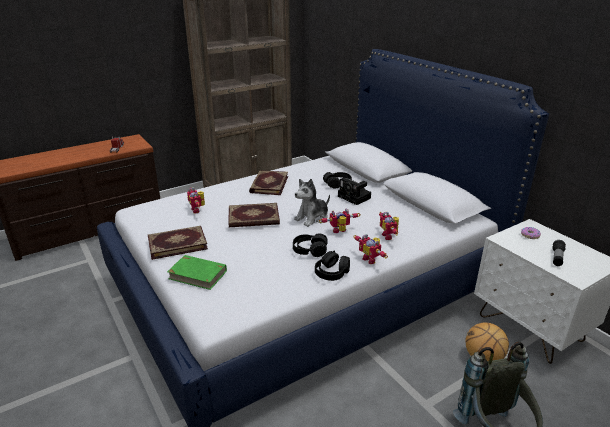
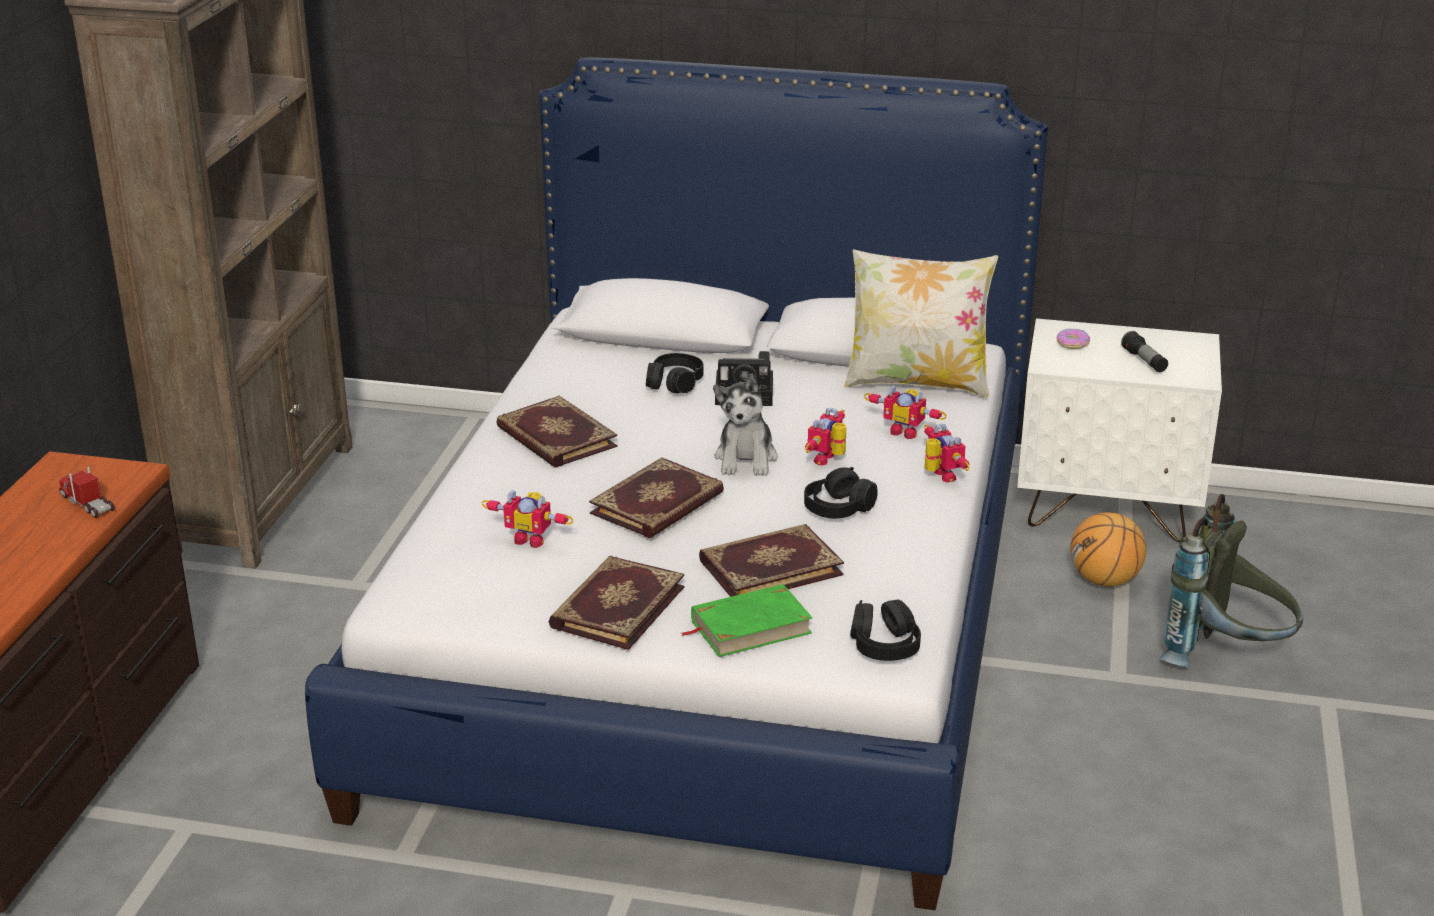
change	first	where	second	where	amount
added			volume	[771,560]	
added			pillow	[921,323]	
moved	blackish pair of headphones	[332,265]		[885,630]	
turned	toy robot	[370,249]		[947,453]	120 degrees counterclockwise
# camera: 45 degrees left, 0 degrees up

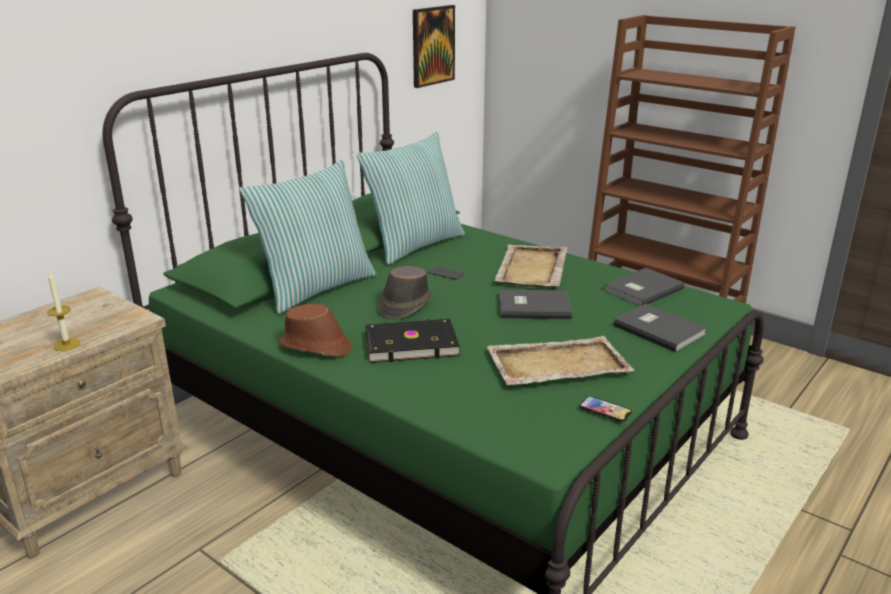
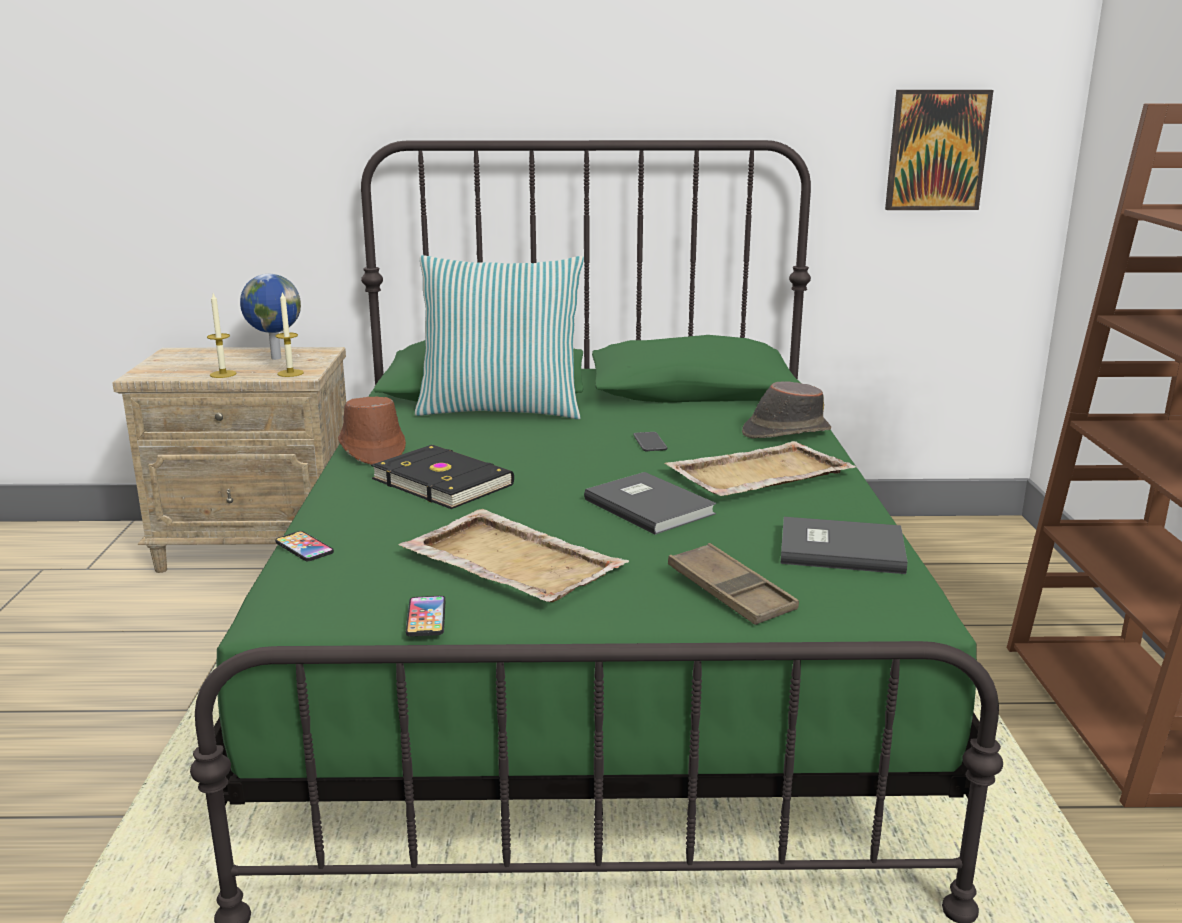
change	first	where	second	where	amount
added			globe	[270,317]	
added			wax light	[289,334]	
added			telephone	[304,546]	
replaced	greyish volume	[661,328]	brown-coloured tray	[733,584]	
moved	brown-coloured clothing hat	[405,292]		[786,409]	
removed	pillow	[410,198]			
# camera: 50 degrees right, 5 degrees down

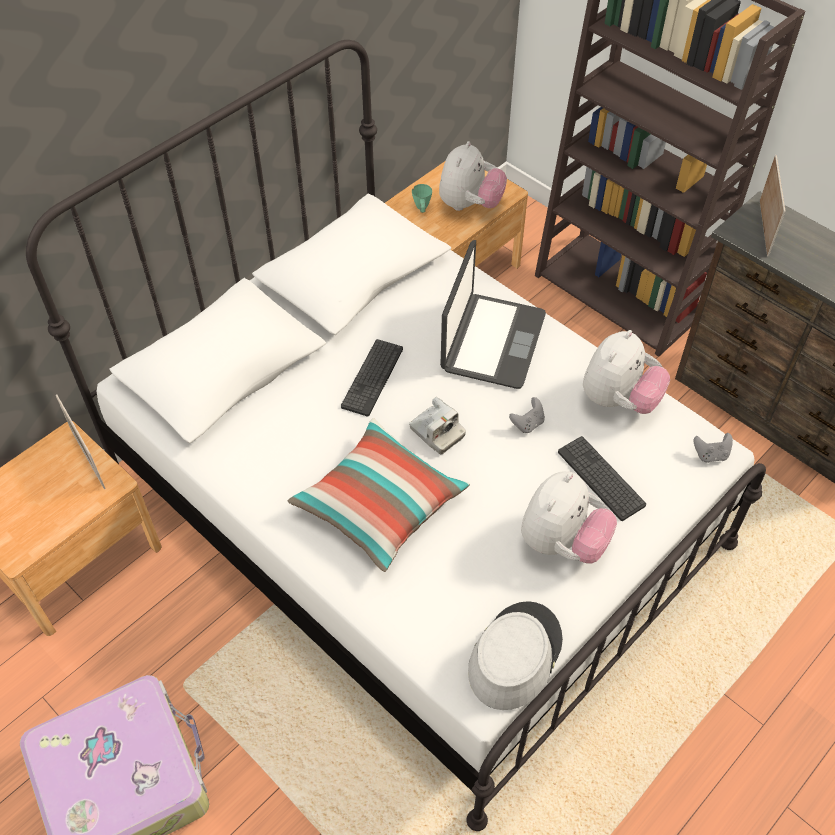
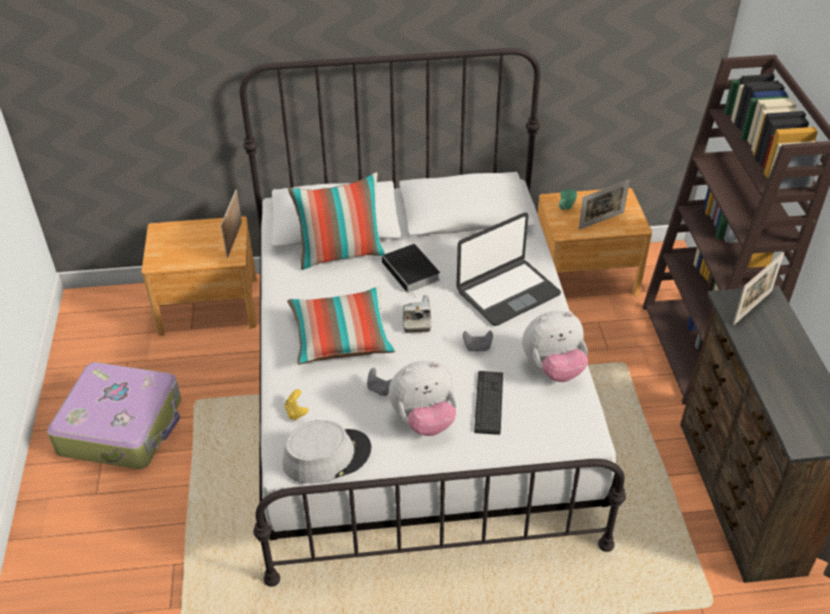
change	first	where	second	where	amount
added			yellow-coloured joypad	[297,405]	
added			pillow	[337,221]	
moved	greyish joypad	[713,448]		[379,382]	
replaced	keyboard	[372,378]	volume	[411,271]	
replaced	cuddly toy	[473,176]	picture frame	[604,205]	
# camera: 40 degrees right, 10 degrees down

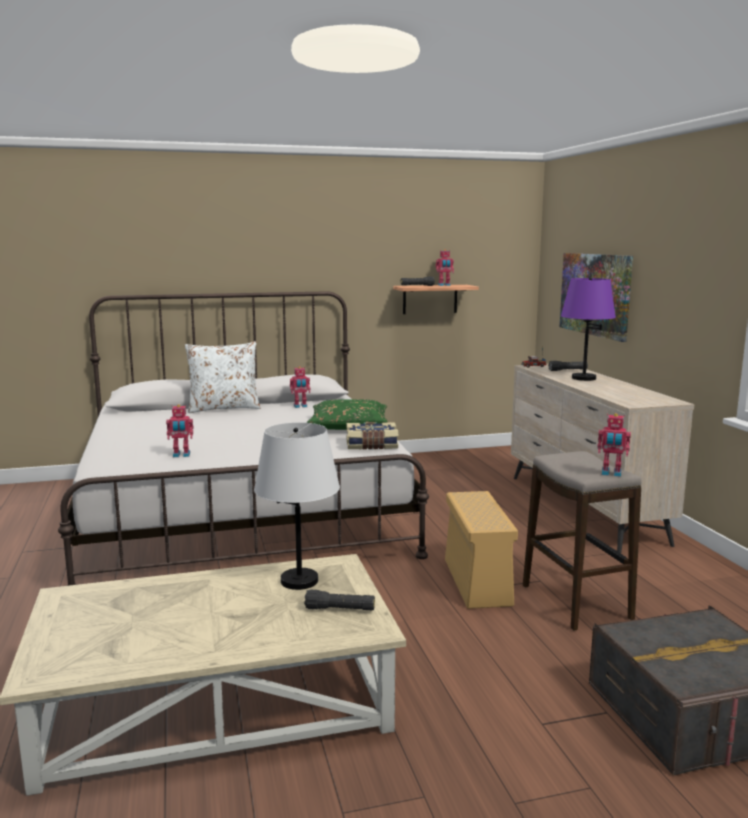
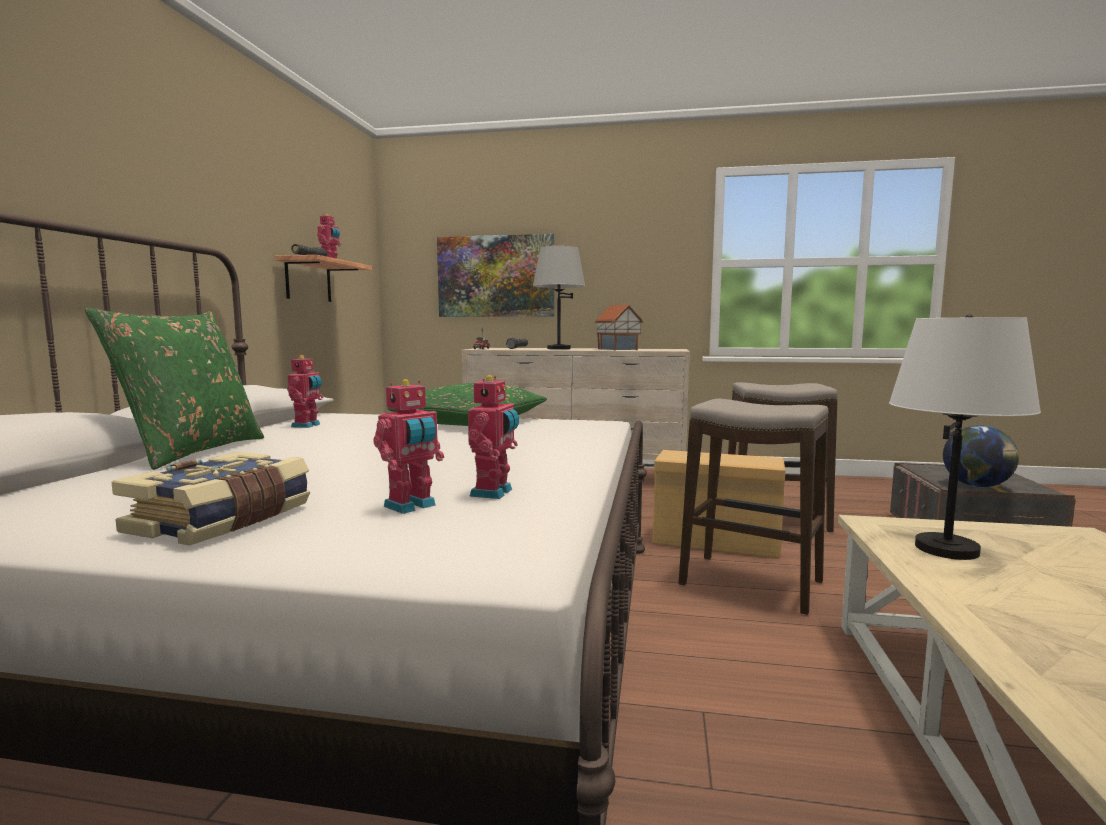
change	first	where	second	where	amount
recoloured	white pillow	[223,377]	greenish pillow	[174,389]	
moved	volume	[372,436]		[210,499]	
moved	toy robot	[614,445]		[408,446]	
recoloured	purple table lamp	[588,329]	greyish table lamp	[559,297]	
added			model house	[619,327]	
added			stool	[753,506]	
added			globe	[981,456]	
removed	blackish hand torch	[339,599]			
# camera: 65 degrees left, 5 degrees down

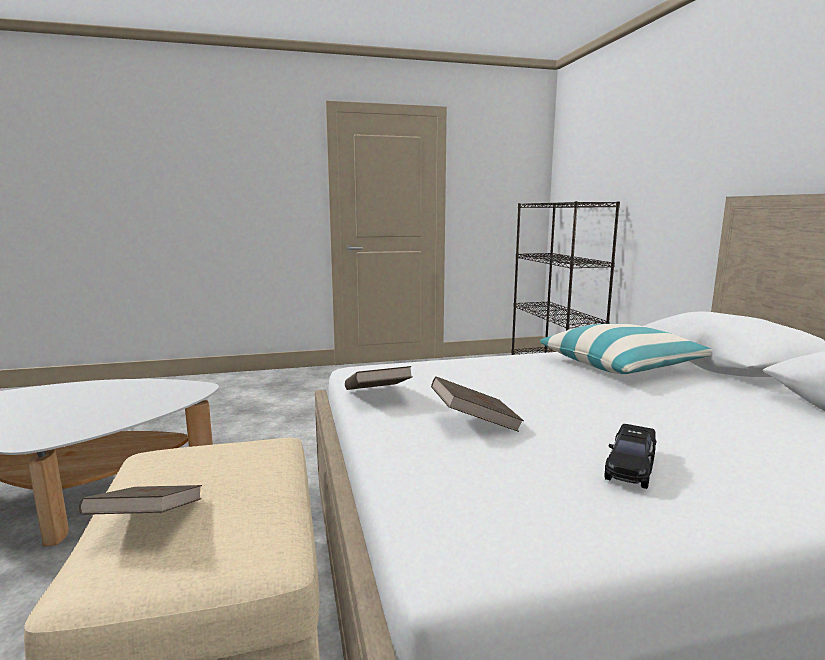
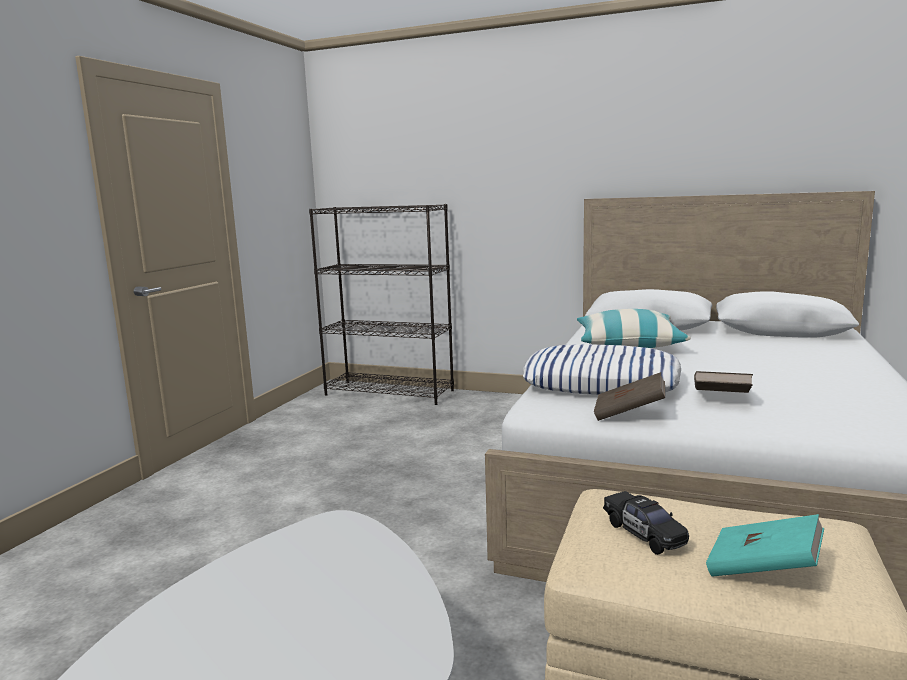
change	first	where	second	where	amount
added			pillow	[602,369]	
moved	blackish model car	[630,456]		[646,523]	
recoloured	brown-coloured volume	[140,500]	turquoise volume	[765,545]	
# camera: 55 degrees left, 0 degrees up

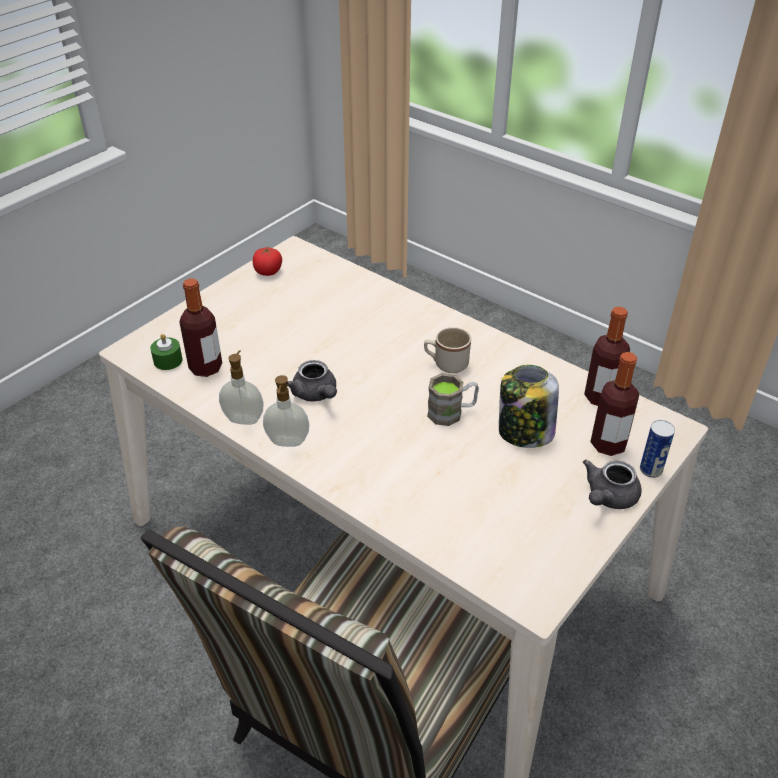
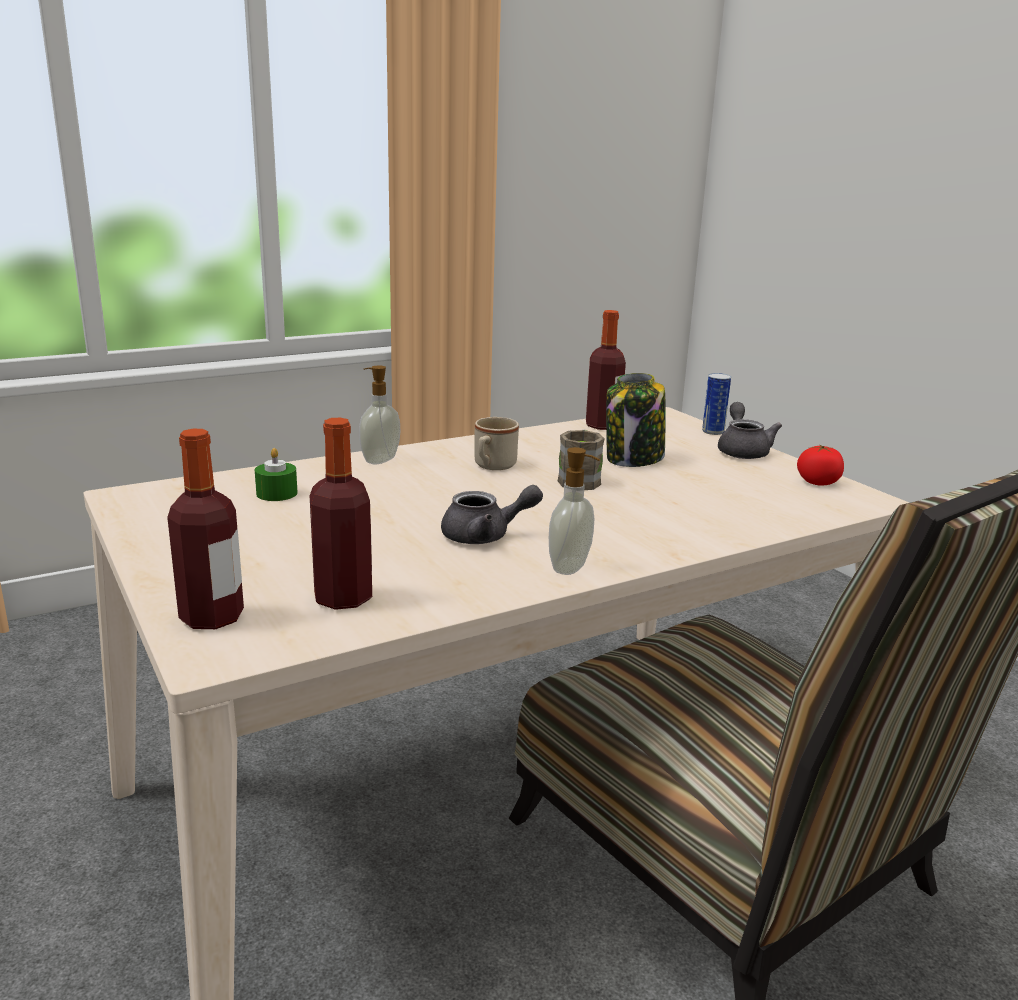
change	first	where	second	where	amount
moved	beverage bottle	[614,404]		[205,529]	
moved	greenish wax light	[166,352]		[276,474]	
moved	soap bottle	[241,387]		[379,415]	
turned	greyish tea pot	[612,484]		[750,430]	150 degrees counterclockwise
moved	fresh tomato	[267,261]		[820,465]	
# camera: 70 degrees left, 20 degrees down

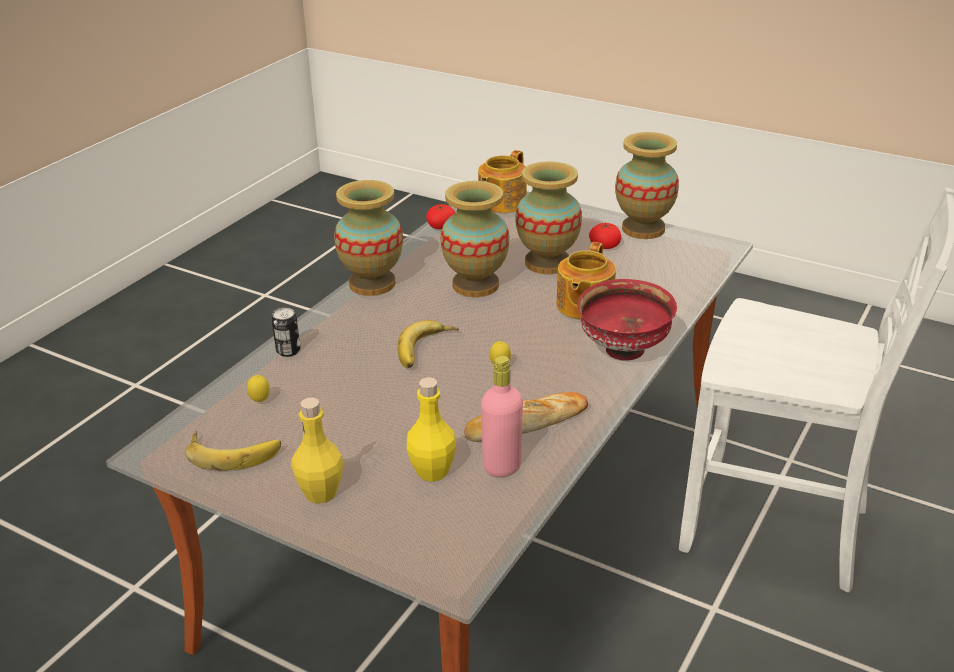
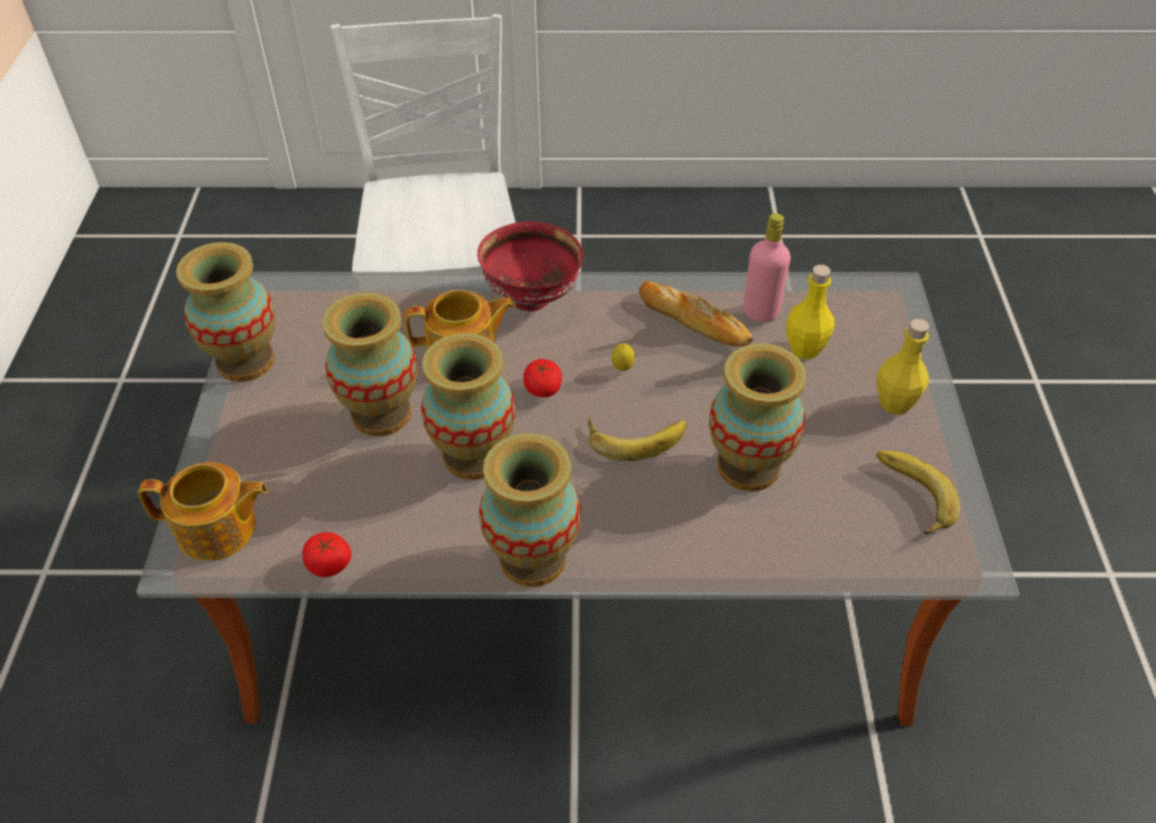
change	first	where	second	where	amount
moved	fresh tomato	[605,235]		[542,378]	
added			flower vase	[757,417]	
removed	lemon	[258,388]			
removed	sealed can	[286,332]			
# camera: 120 degrees left, 15 degrees up

